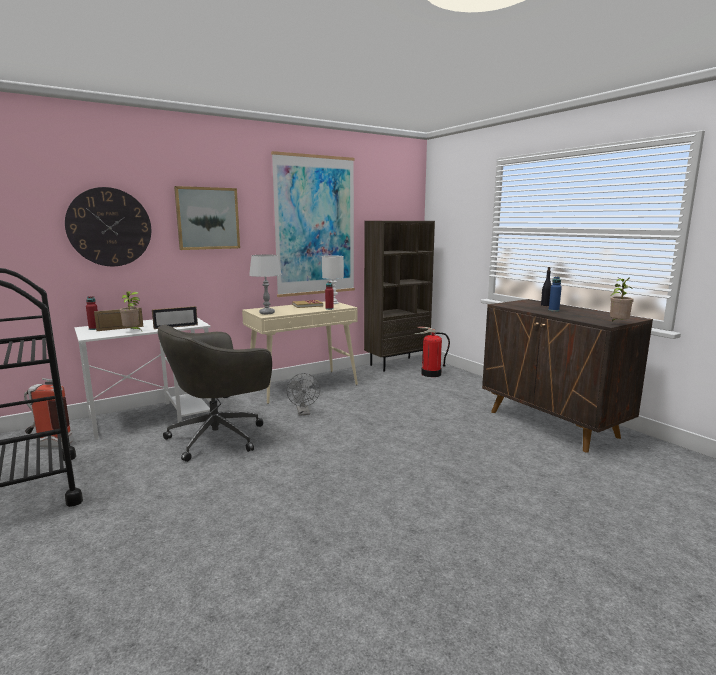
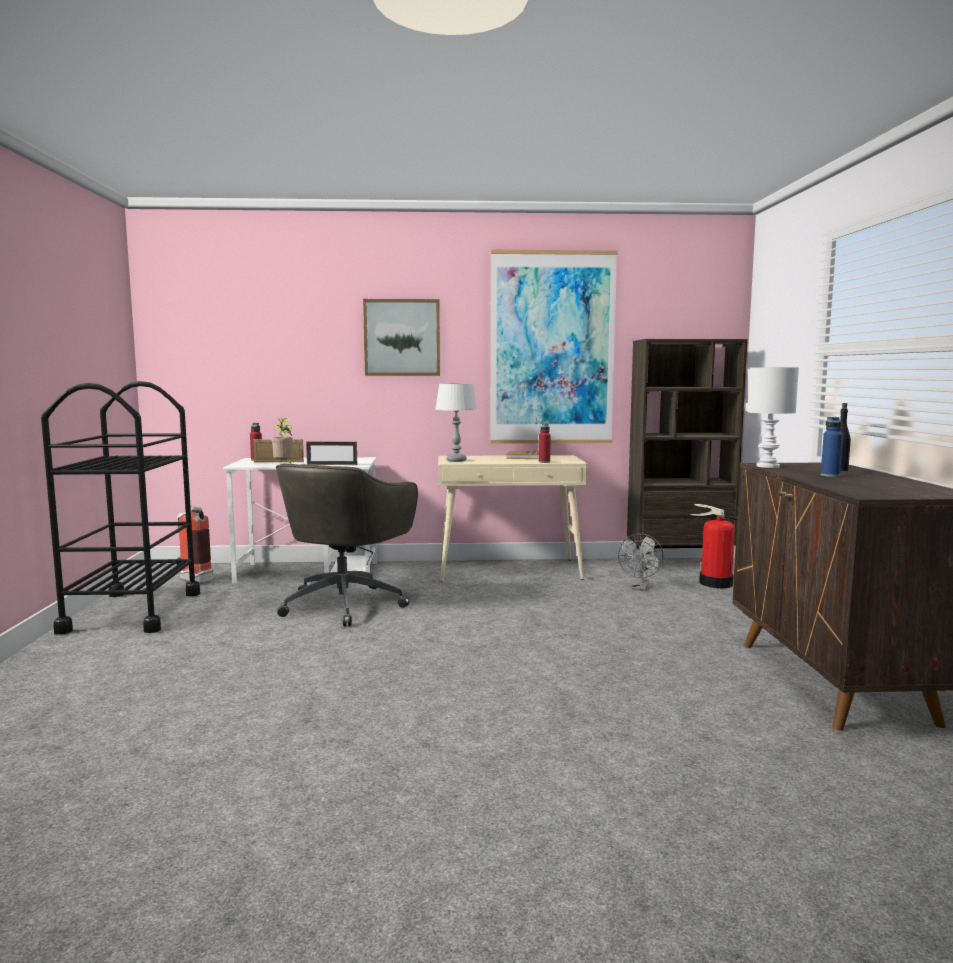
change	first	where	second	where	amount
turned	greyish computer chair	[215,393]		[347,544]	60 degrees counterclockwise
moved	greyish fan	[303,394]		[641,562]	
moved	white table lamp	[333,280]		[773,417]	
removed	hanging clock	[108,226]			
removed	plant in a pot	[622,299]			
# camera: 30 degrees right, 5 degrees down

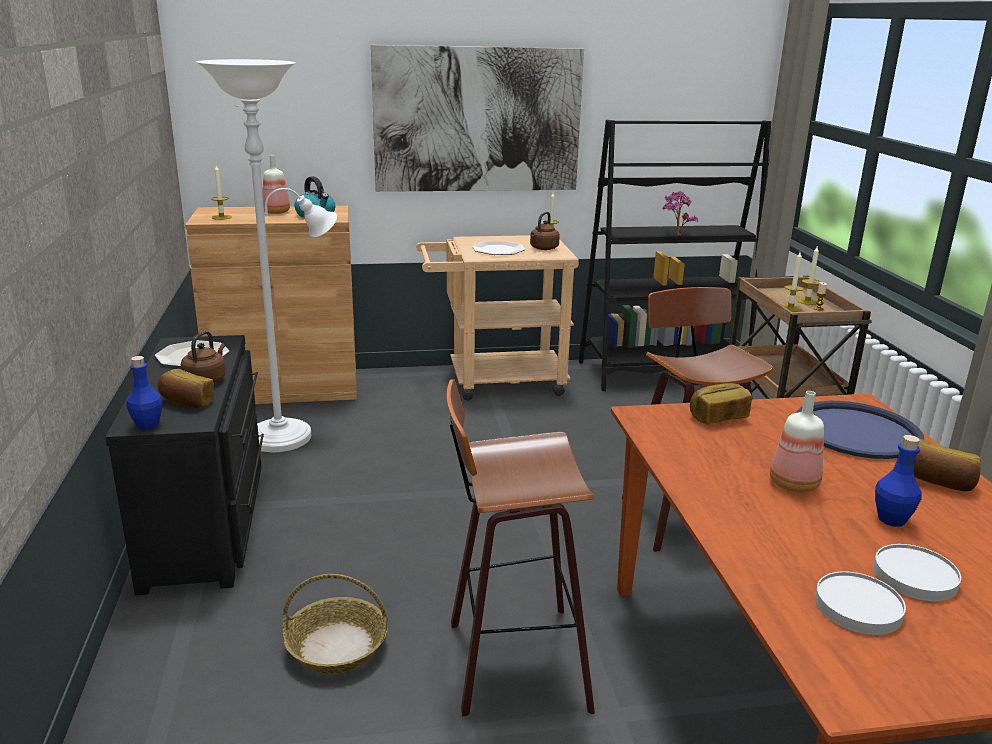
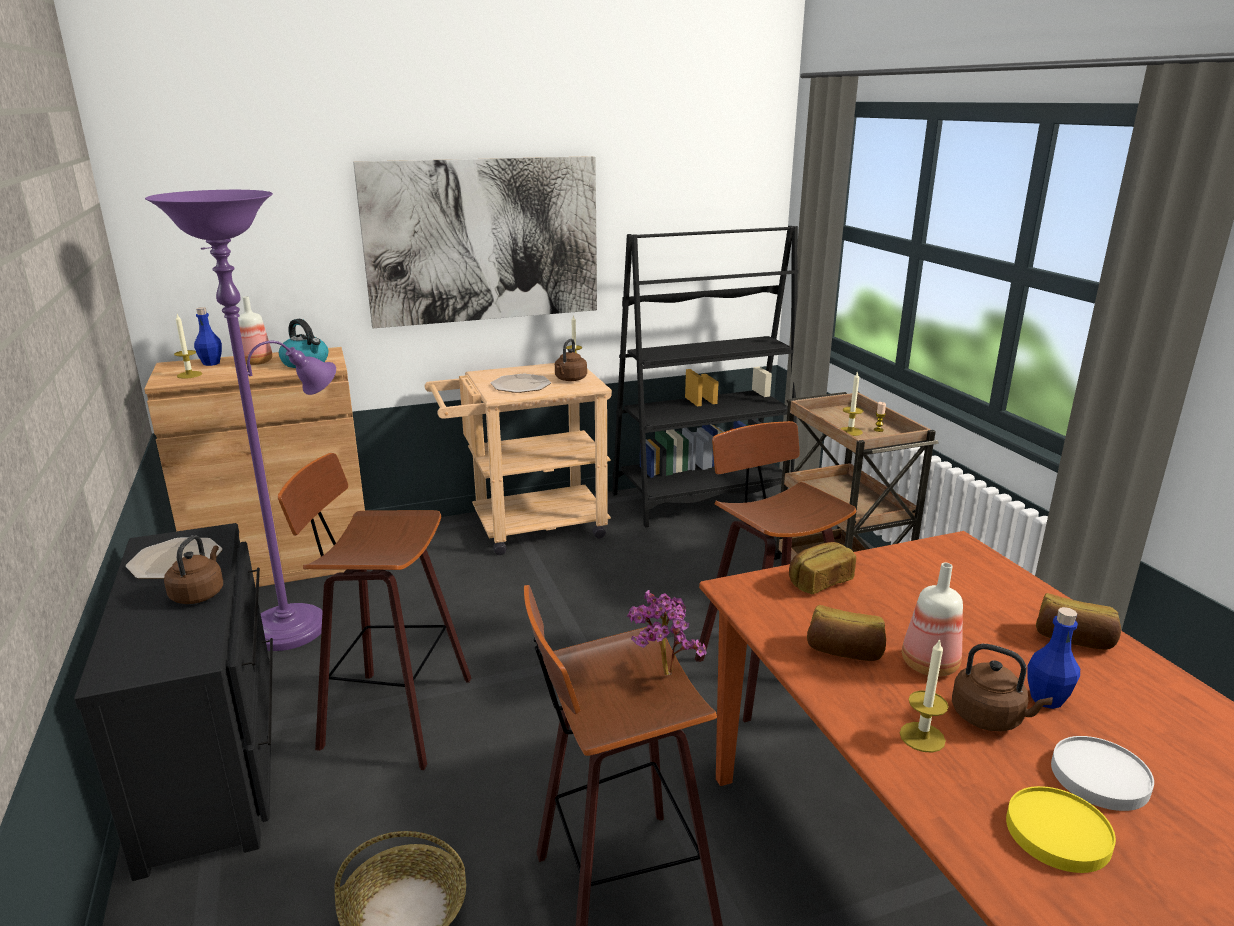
change	first	where	second	where	amount
recoloured	white standard lamp	[266,255]	purple standard lamp	[240,420]	
moved	bluish beverage bottle	[144,393]		[208,336]	
added			stool	[374,611]	
moved	plant in a pot	[680,213]		[666,633]	
moved	baked bread	[185,388]		[846,633]	
moved	wax light	[808,275]		[924,695]	
added			brown-coloured tea kettle	[1002,687]	
recoloured	white plate	[860,603]	yellow-coloured plate	[1061,829]	
removed	bluish tray	[860,430]			
# camera: 10 degrees left, 0 degrees up

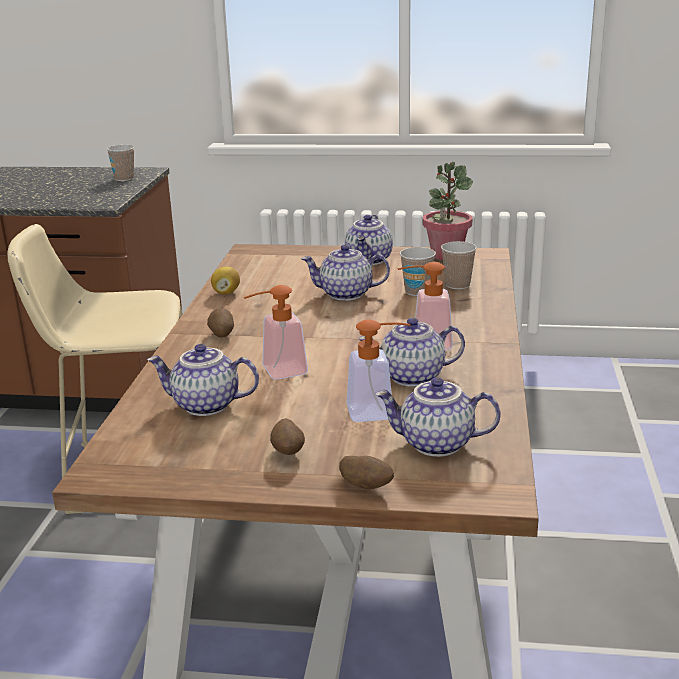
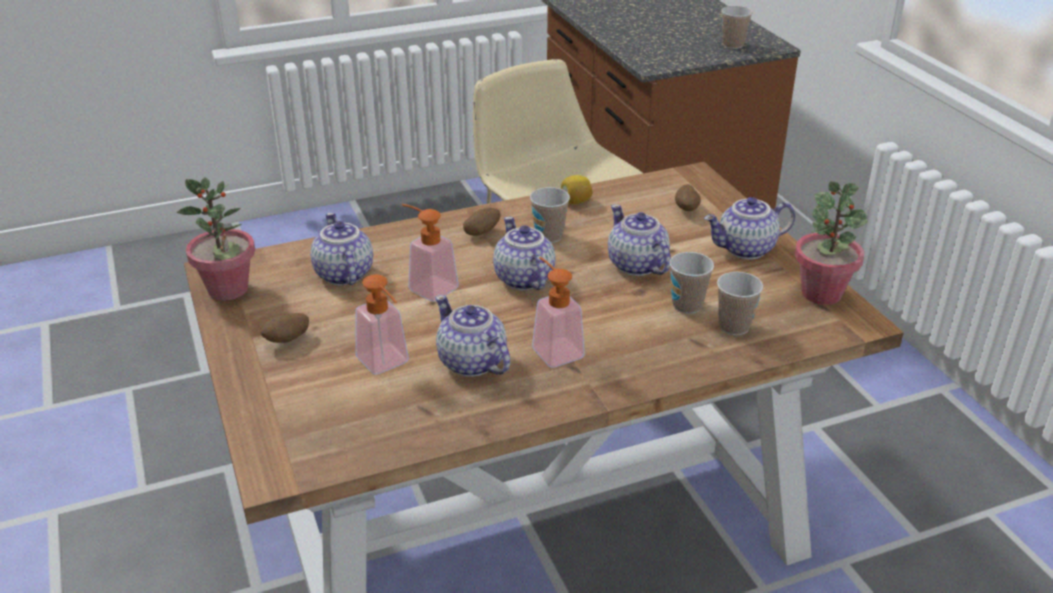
change	first	where	second	where	amount
added			plant in a pot	[216,239]	
moved	tea pot	[438,417]		[524,253]	
added			drinking cup	[550,215]	
moved	whole potato	[366,472]		[688,197]	
# camera: 60 degrees right, 10 degrees up

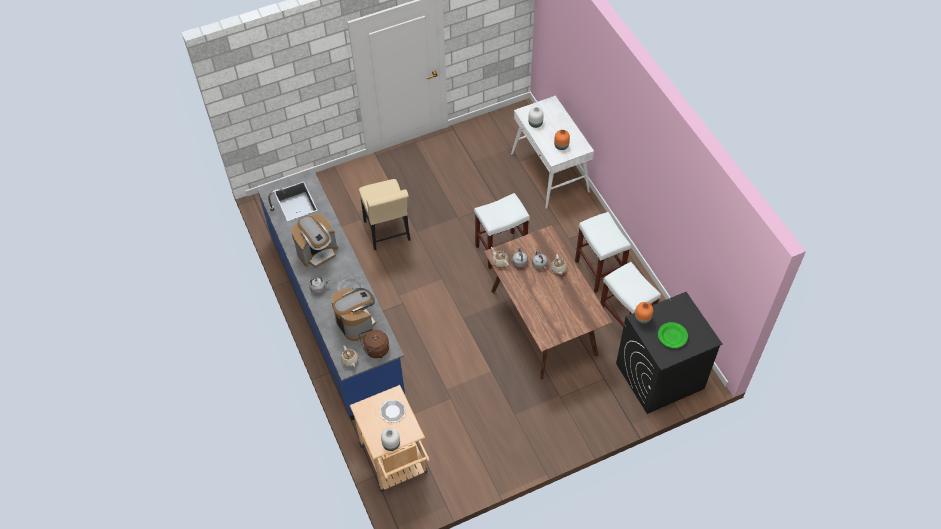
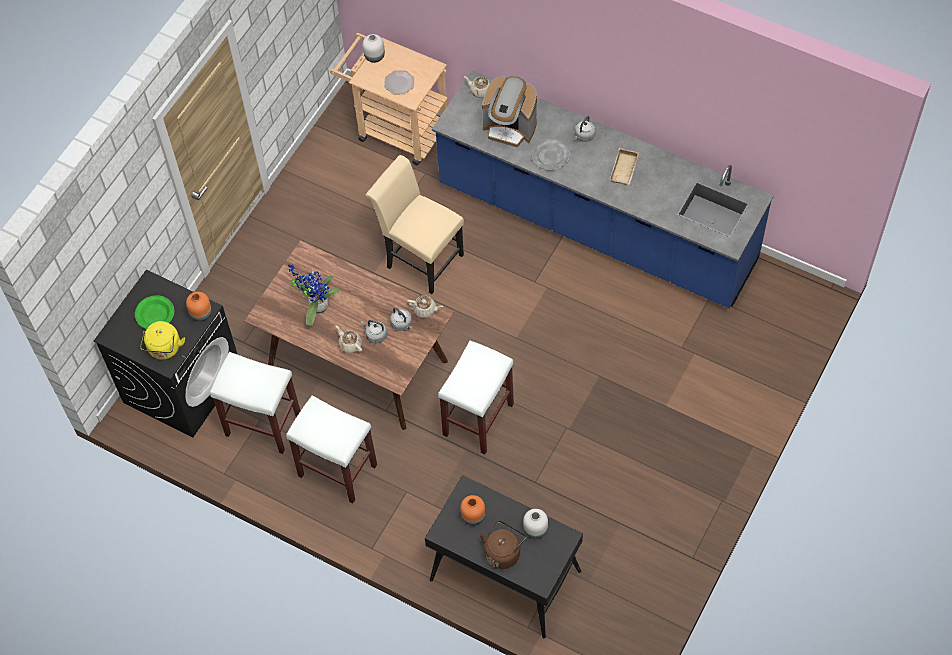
change	first	where	second	where	amount
added			yellow-coloured tea kettle	[162,340]	
added			plant in a pot	[313,295]	
moved	sand-coloured chair	[385,214]		[415,224]	
recoloured	white desk unit	[552,152]	blackish desk unit	[504,556]	
moved	brown-coloured tea kettle	[374,343]		[503,544]	
replaced	coffee machine	[314,241]	sand-coloured tray	[624,166]	
# camera: 145 degrees right, 5 degrees up

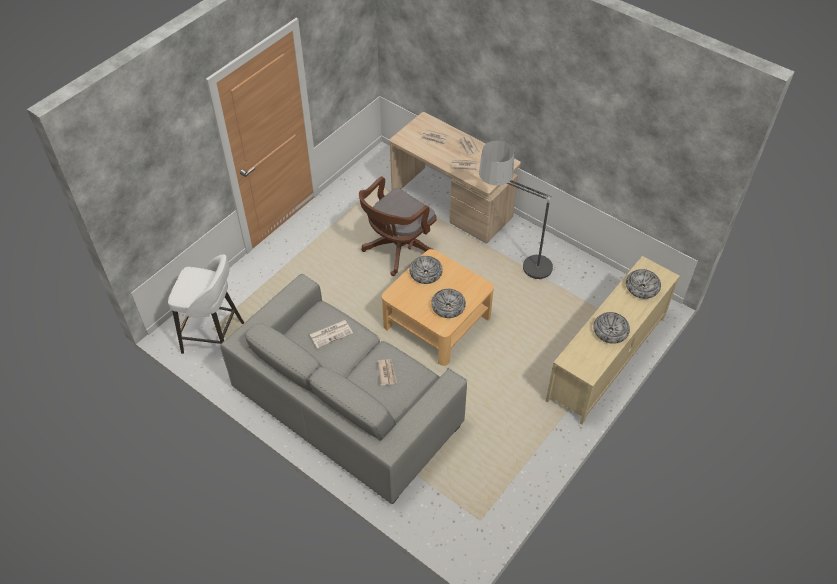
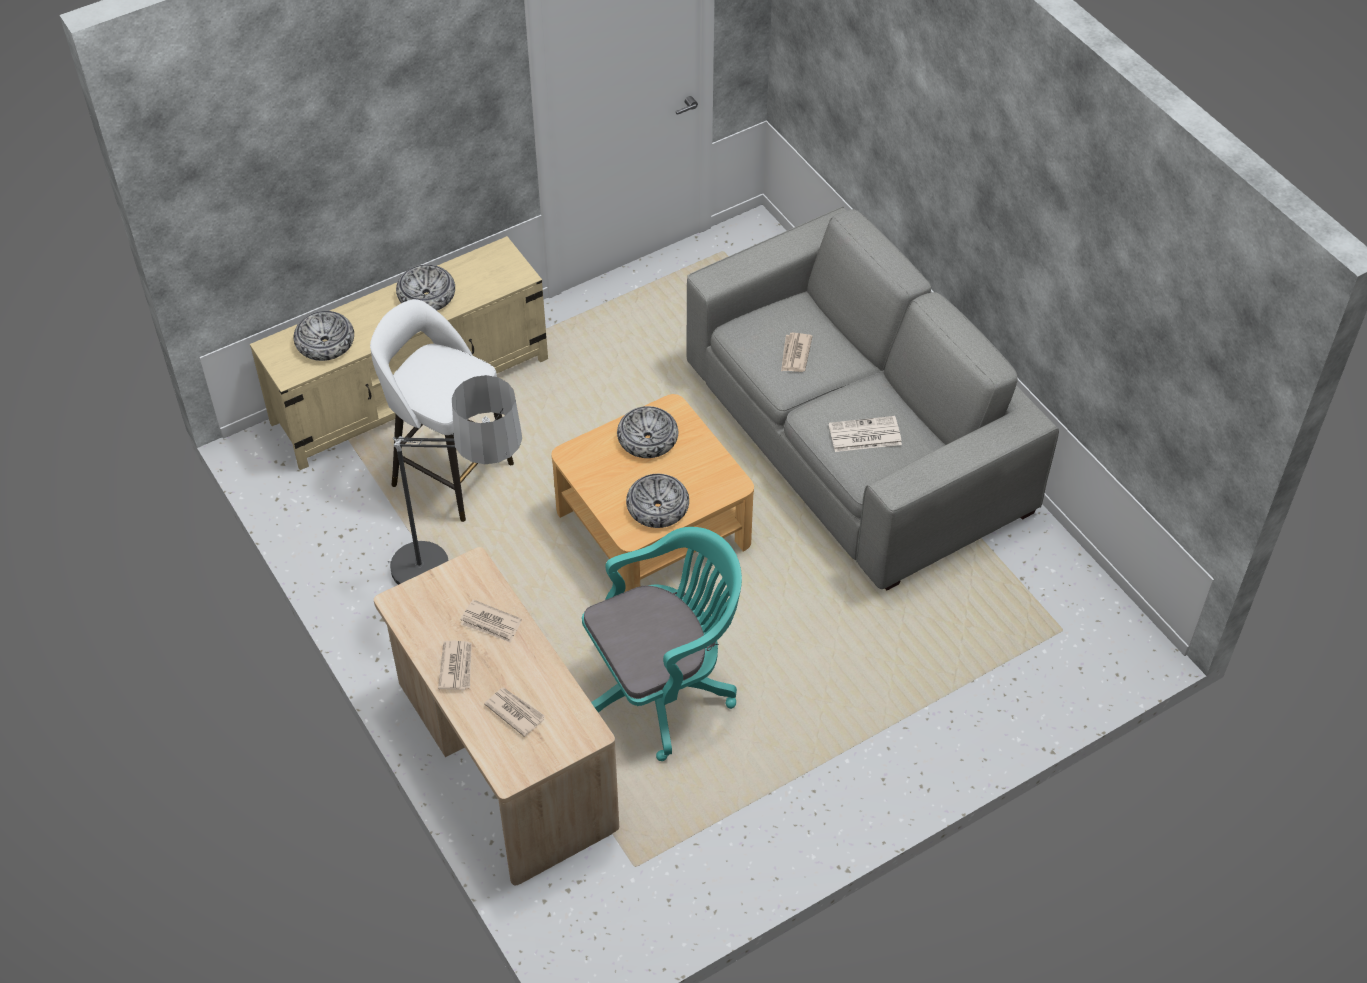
change	first	where	second	where	amount
moved	white stool	[206,304]		[442,410]	
recoloured	brown-coloured computer chair	[398,226]	turquoise computer chair	[662,644]	
# camera: 160 degrees left, 0 degrees up

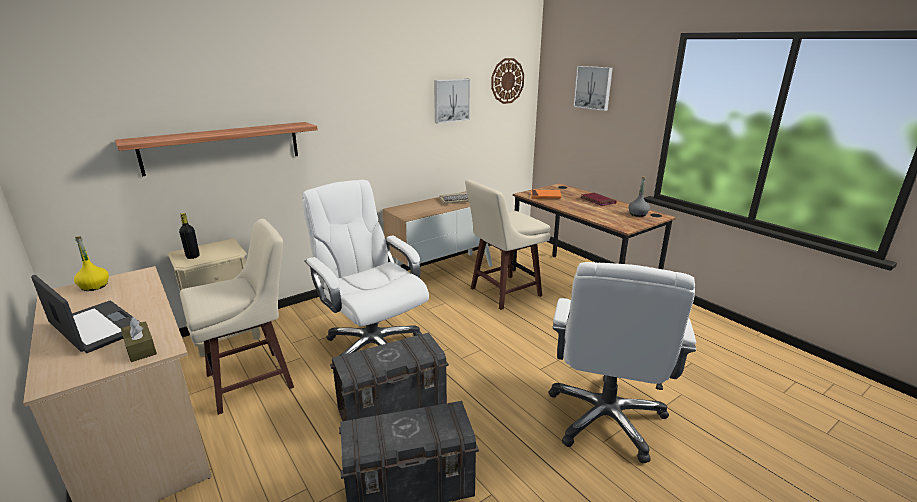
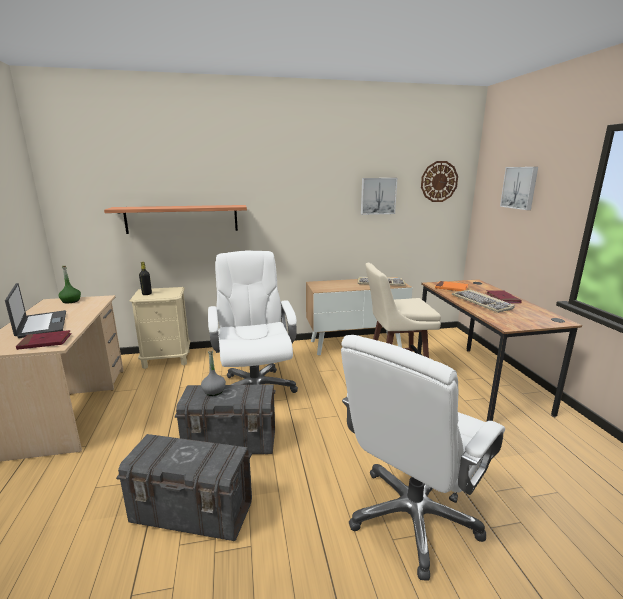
change	first	where	second	where	amount
replaced	brown-coloured tissue holder	[139,339]	red-coloured volume	[44,340]	
recoloured	yellow-coloured beverage bottle	[91,263]	greenish beverage bottle	[69,284]	
moved	greyish beverage bottle	[639,196]		[213,372]	
added			keyboard	[483,301]	
removed	sand-coloured stool	[237,317]			
# camera: 25 degrees right, 5 degrees down

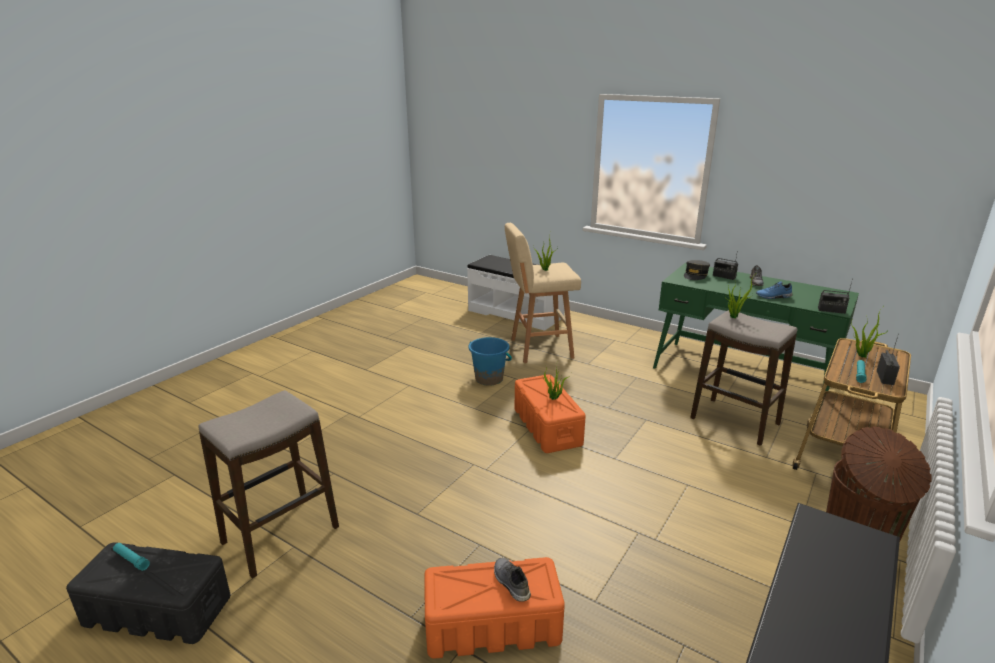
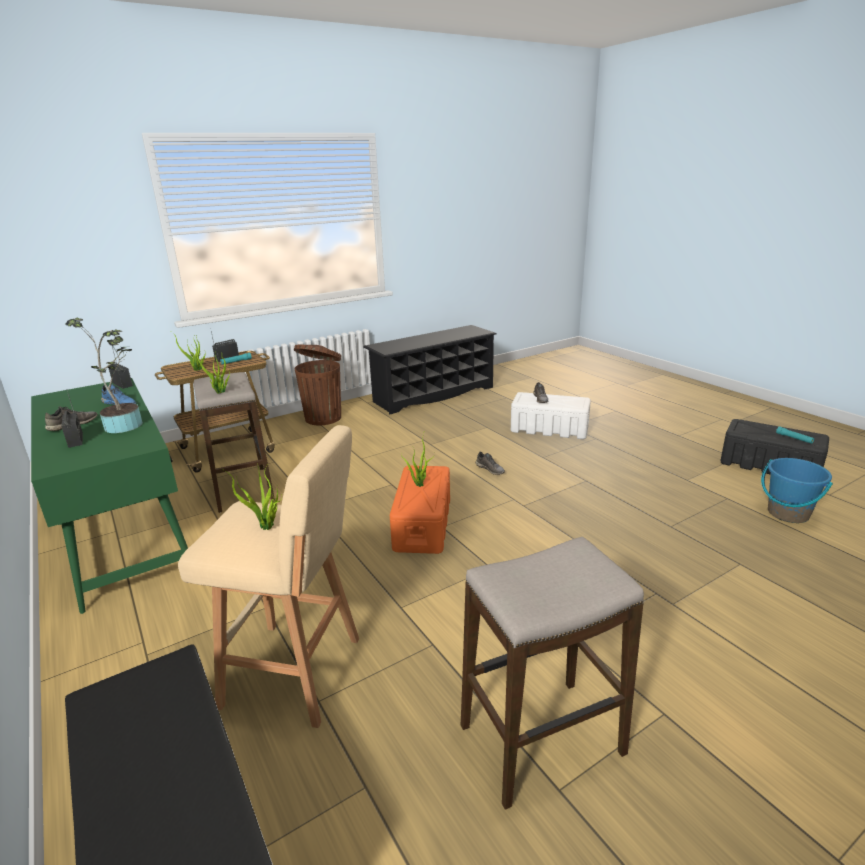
change	first	where	second	where	amount
added			plant in a pot	[104,375]	
moved	stool	[268,484]		[552,673]	
added			greyish item of footwear	[490,463]	
recoloured	orange-coloured storage box	[494,608]	white storage box	[551,415]	
moved	bluish water bucket	[490,361]		[797,490]	
removed	greyish baseball cap	[697,270]			
# camera: 155 degrees left, 0 degrees up

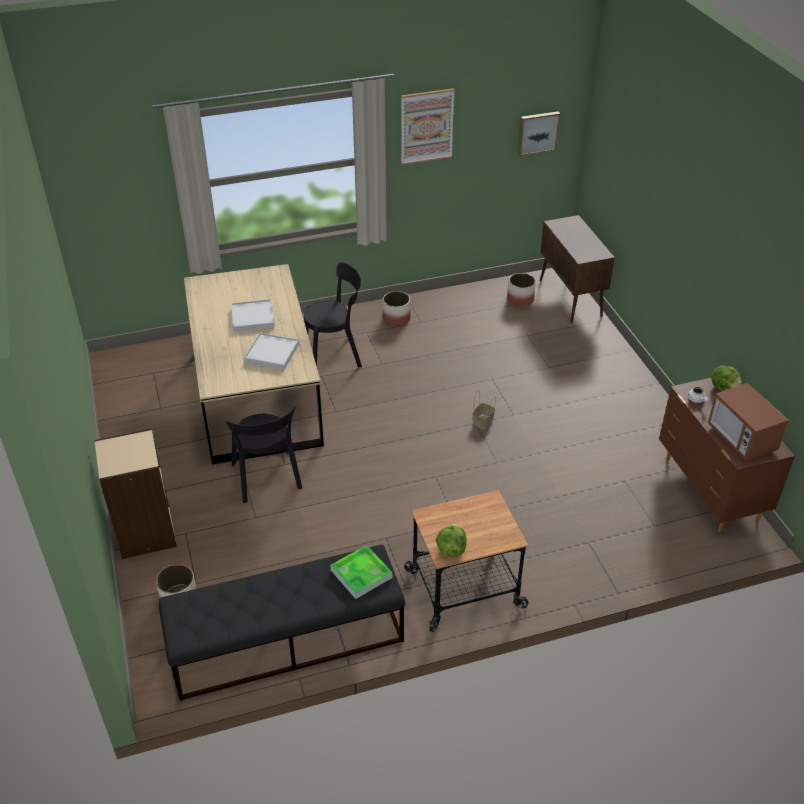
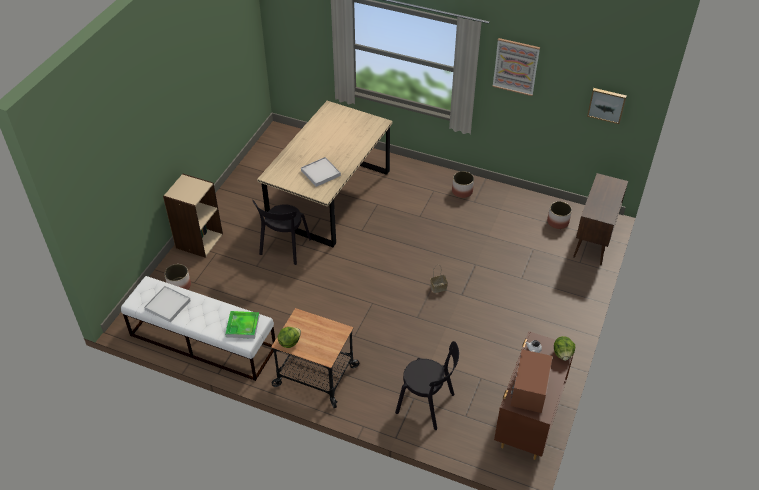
change	first	where	second	where	amount
recoloured	blackish indoor bench	[282,623]	white indoor bench	[198,328]	
moved	white tray	[253,315]		[167,304]	
moved	blackish chair	[333,315]		[427,385]	
# camera: 40 degrees right, 5 degrees up

